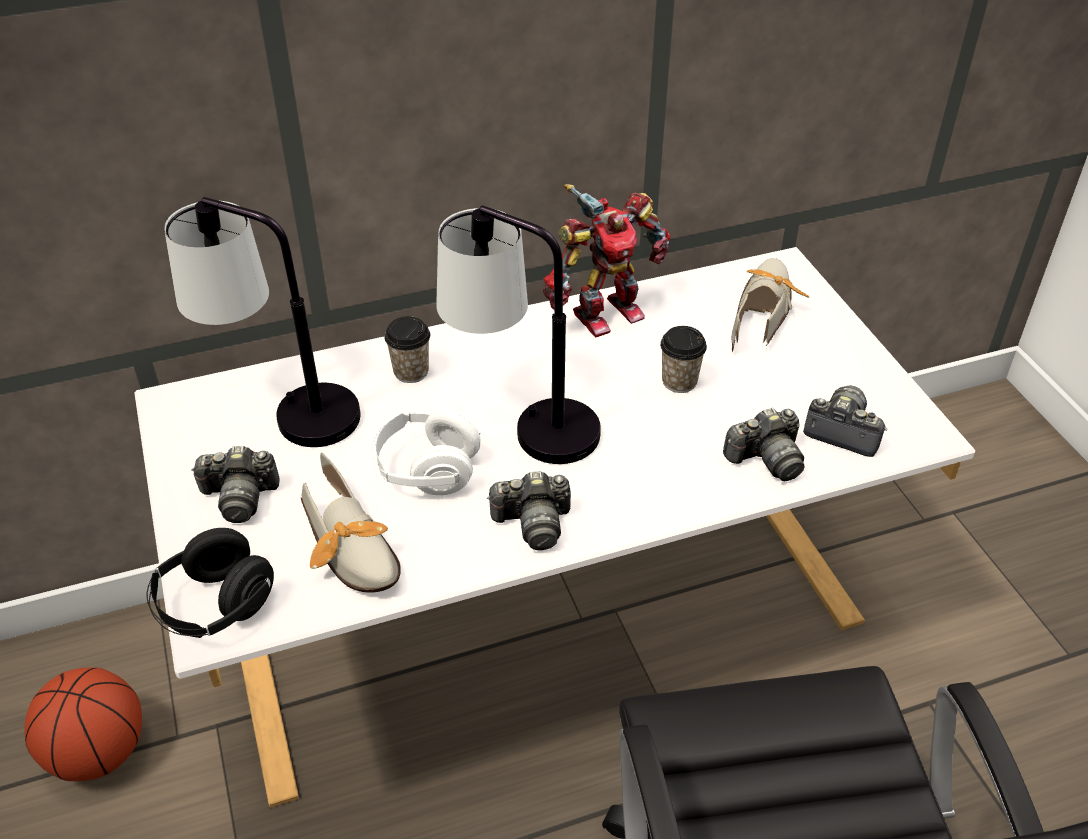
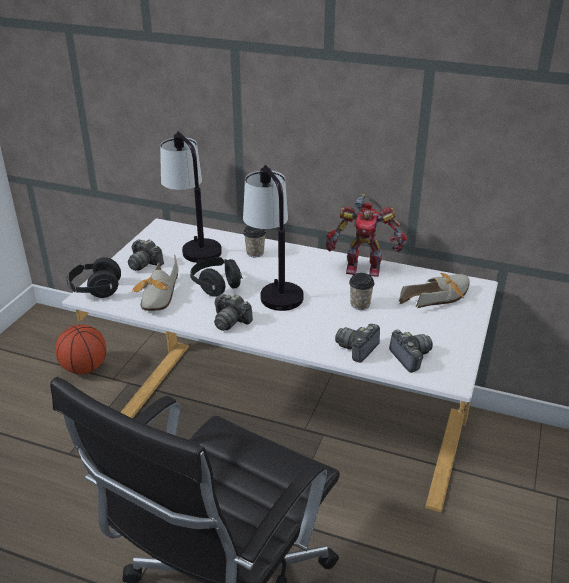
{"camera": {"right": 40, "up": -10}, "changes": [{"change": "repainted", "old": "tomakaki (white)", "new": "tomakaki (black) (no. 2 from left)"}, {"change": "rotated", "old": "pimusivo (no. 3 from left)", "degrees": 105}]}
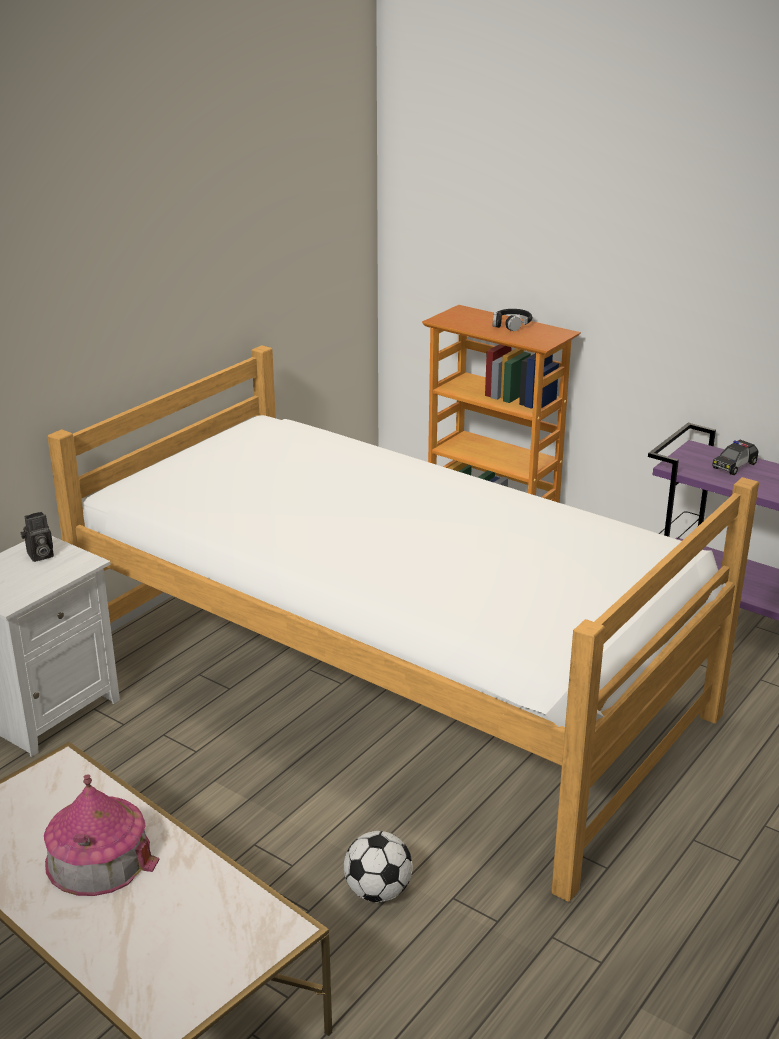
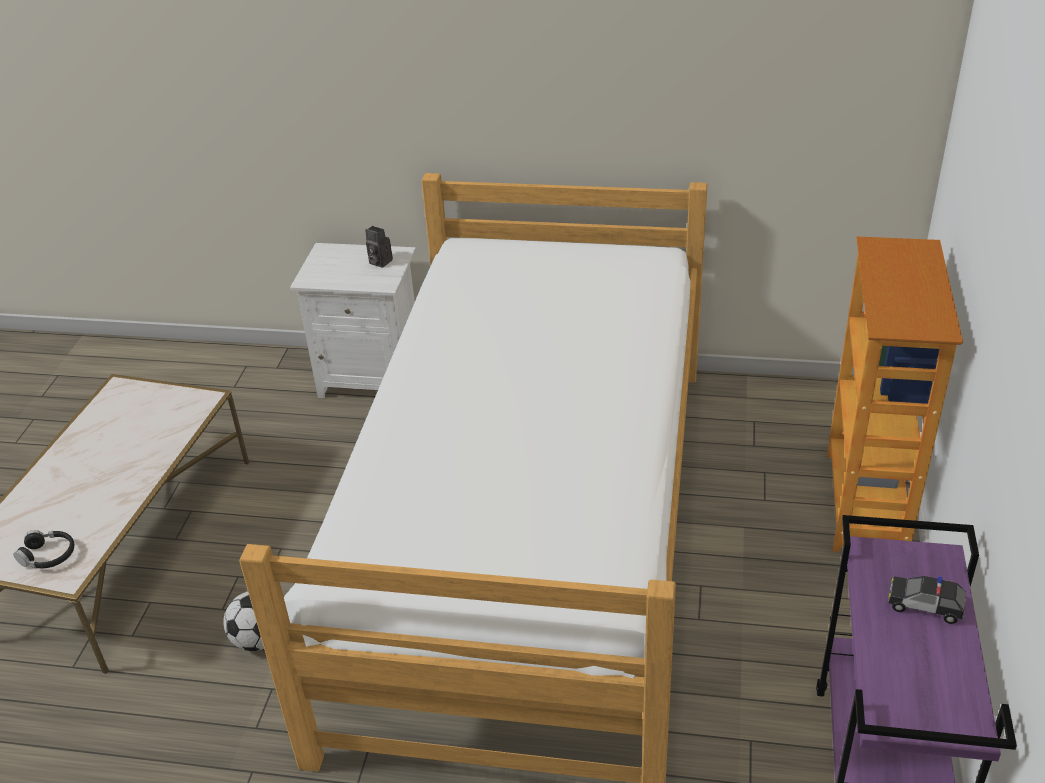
{"camera": {"right": 65, "up": 10}, "changes": [{"change": "shifted", "old": "tomakaki (black)"}, {"change": "gone", "old": "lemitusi"}]}
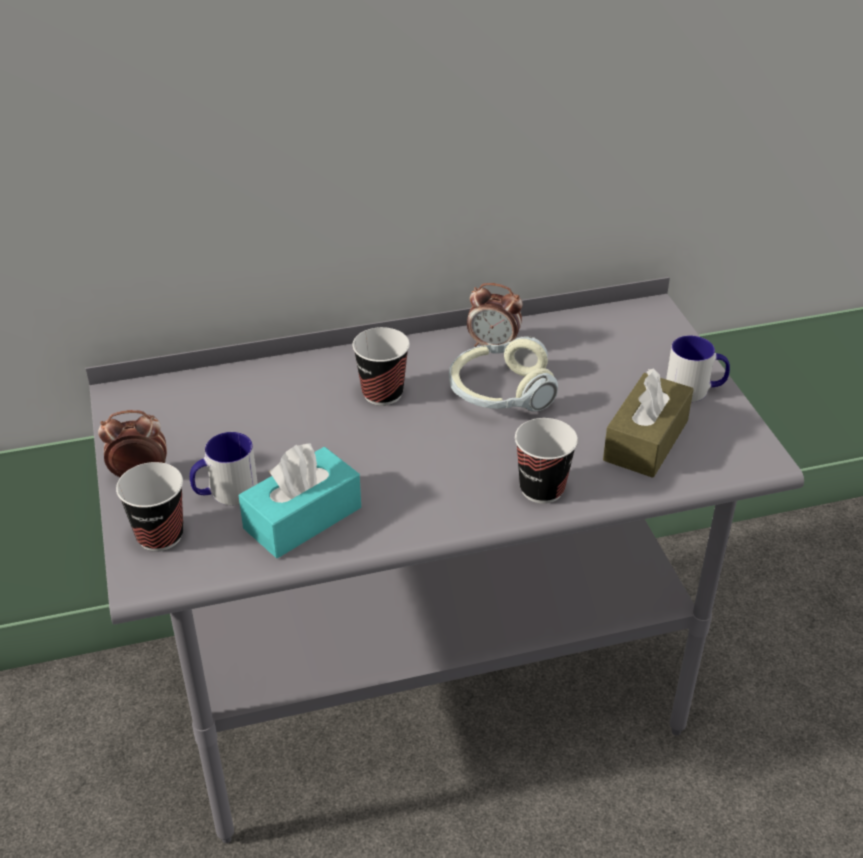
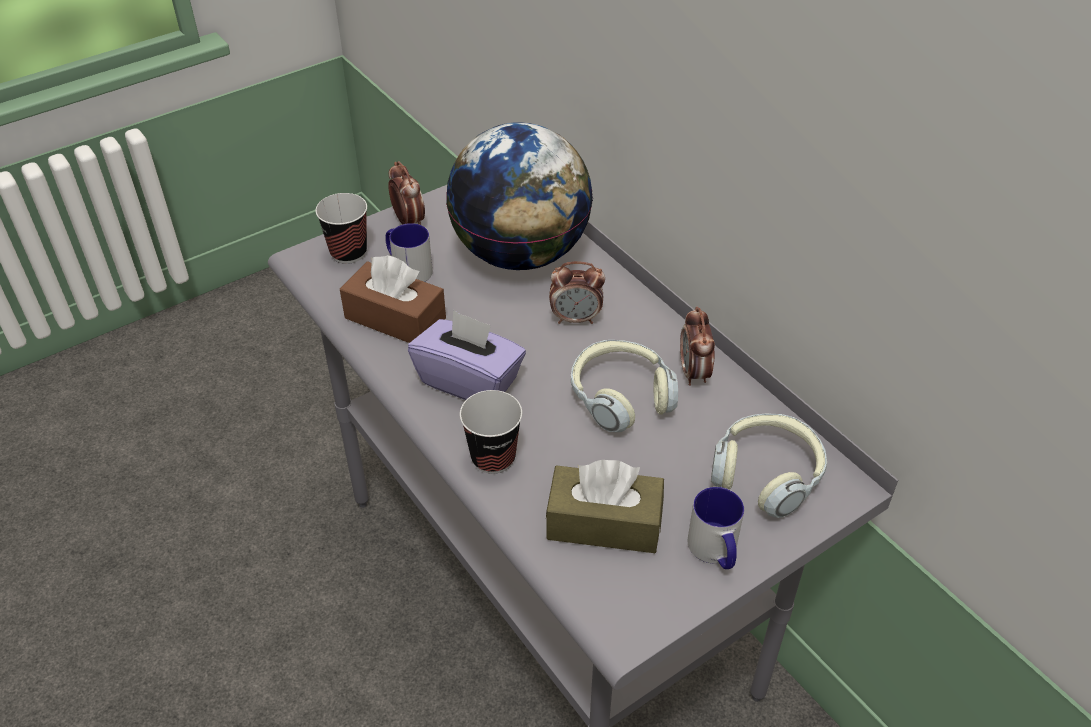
{"camera": {"right": 70, "up": 5}, "changes": [{"change": "repainted", "old": "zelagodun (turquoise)", "new": "zelagodun (brown) (no. 1 from left)"}, {"change": "new", "new": "zelagodun (purple)"}, {"change": "new", "new": "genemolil"}, {"change": "swapped", "old": "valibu (no. 2 from left)", "new": "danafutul (no. 2 from left)"}, {"change": "new", "new": "tomakaki (no. 2 from left)"}]}
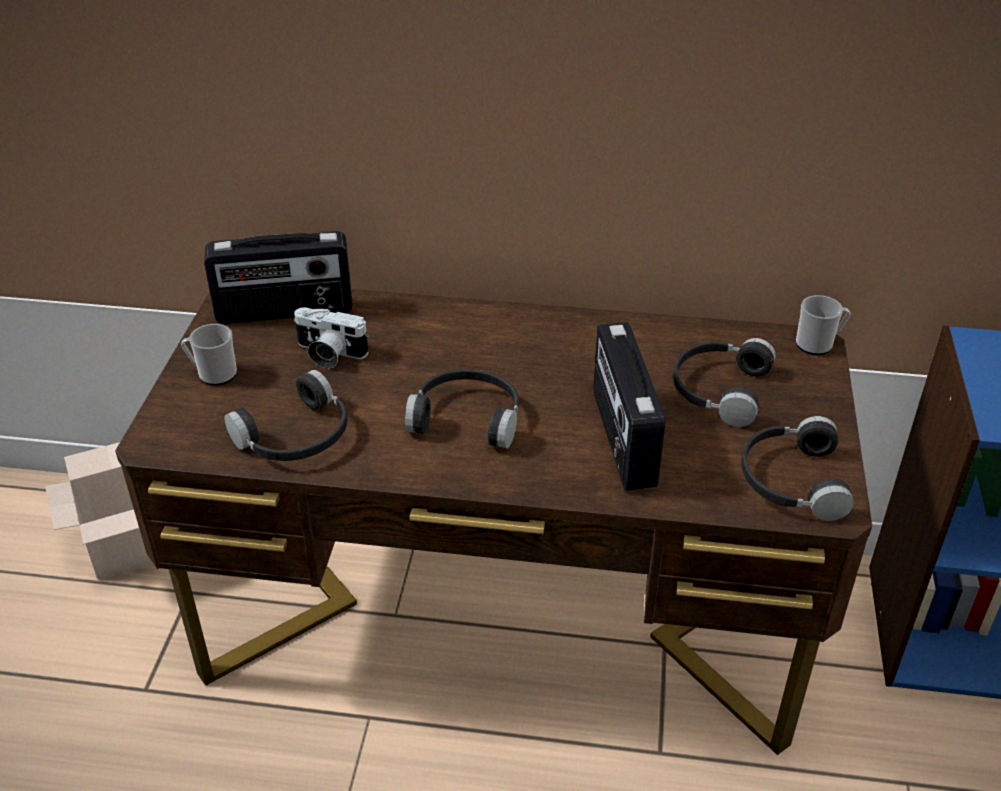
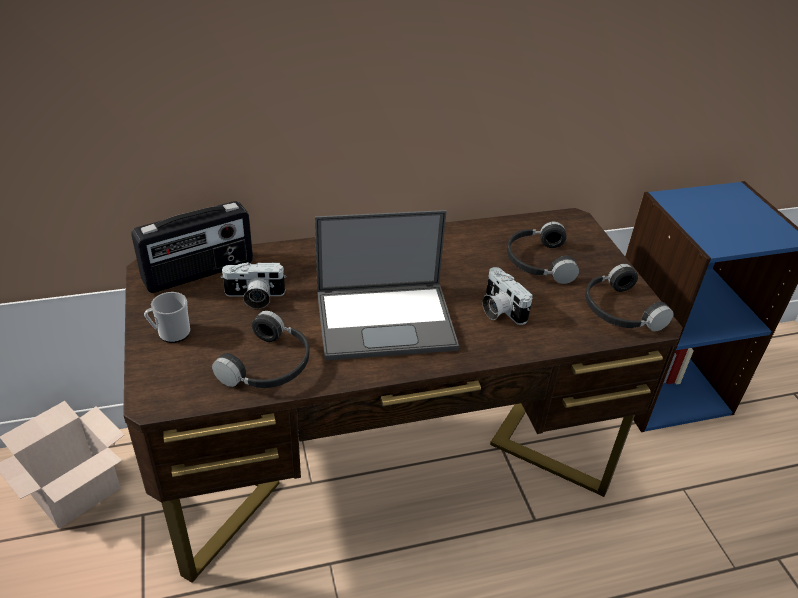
{"camera": {"right": -25, "up": 0}, "changes": [{"change": "swapped", "old": "tomakaki (black) (no. 2 from left)", "new": "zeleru"}, {"change": "swapped", "old": "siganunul (no. 2 from left)", "new": "pimusivo (no. 2 from left)"}, {"change": "gone", "old": "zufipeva (no. 2 from left)"}]}
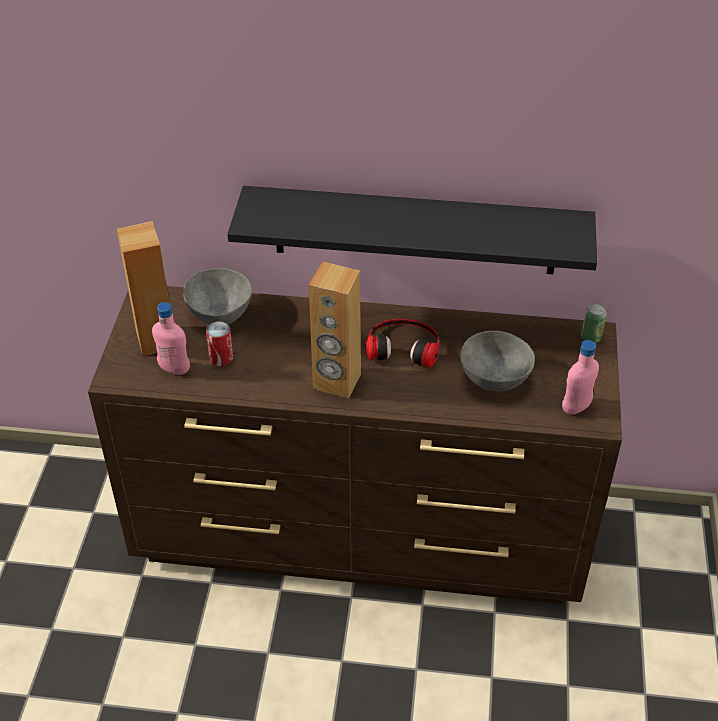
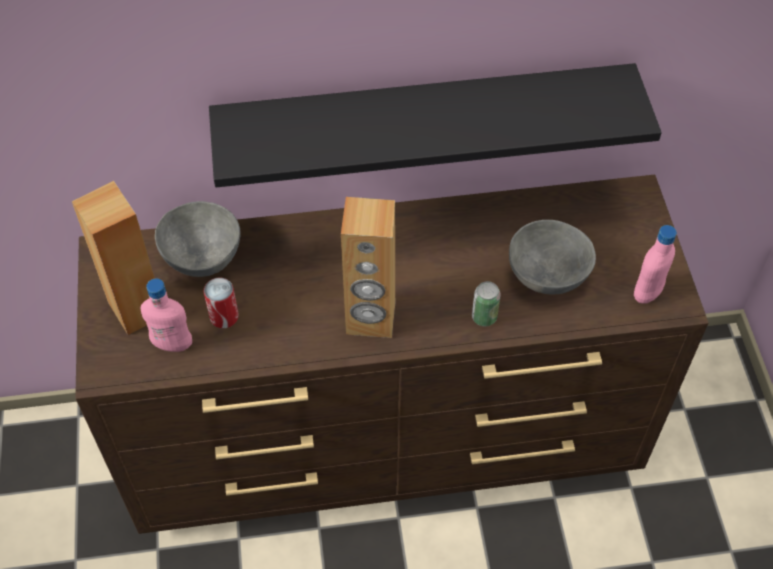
{"camera": {"right": -15, "up": 10}, "changes": [{"change": "shifted", "old": "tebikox (no. 2 from left)"}, {"change": "gone", "old": "tomakaki"}]}
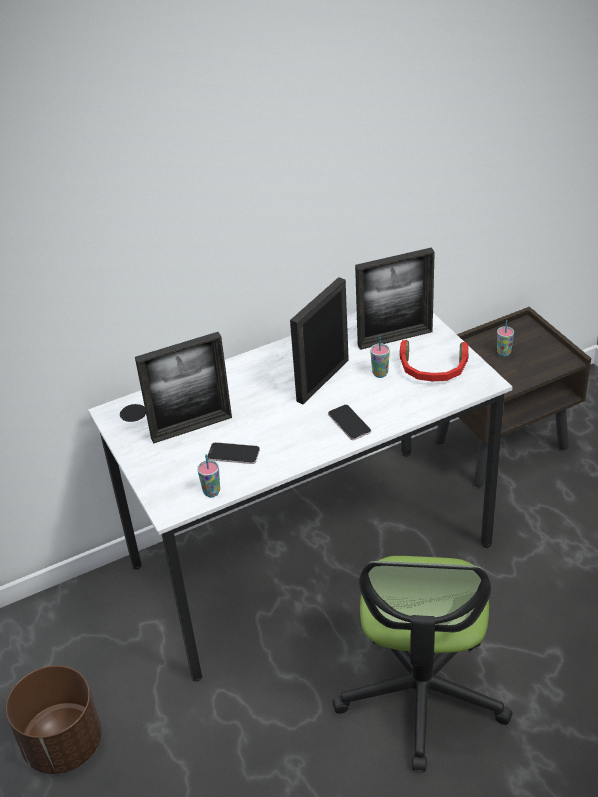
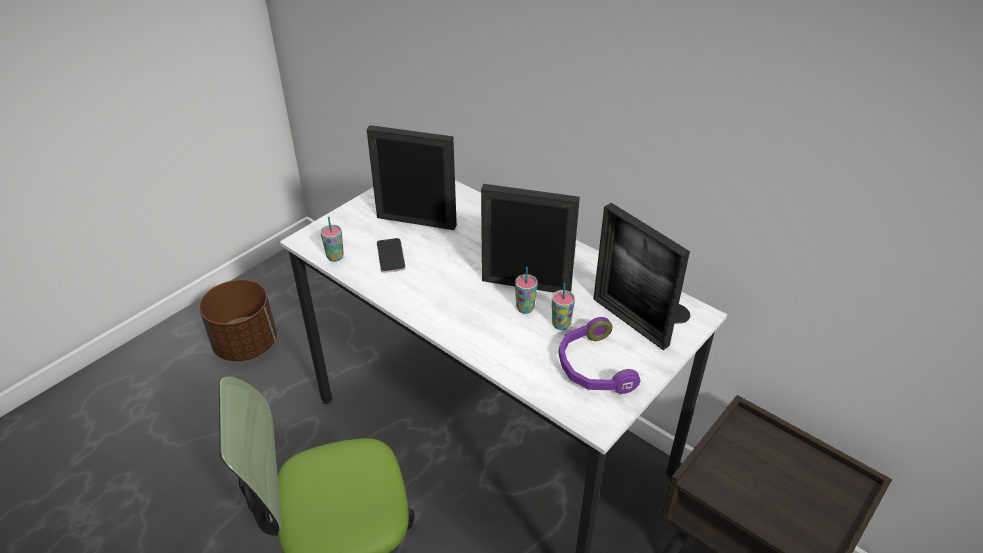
{"camera": {"right": 65, "up": 0}, "changes": [{"change": "rotated", "old": "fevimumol (no. 1 from left)", "degrees": 150}, {"change": "shifted", "old": "valibu (no. 3 from left in the first image)", "new": "valibu (no. 2 from left)"}, {"change": "repainted", "old": "tomakaki (red)", "new": "tomakaki (purple)"}, {"change": "gone", "old": "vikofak (no. 2 from left)"}]}
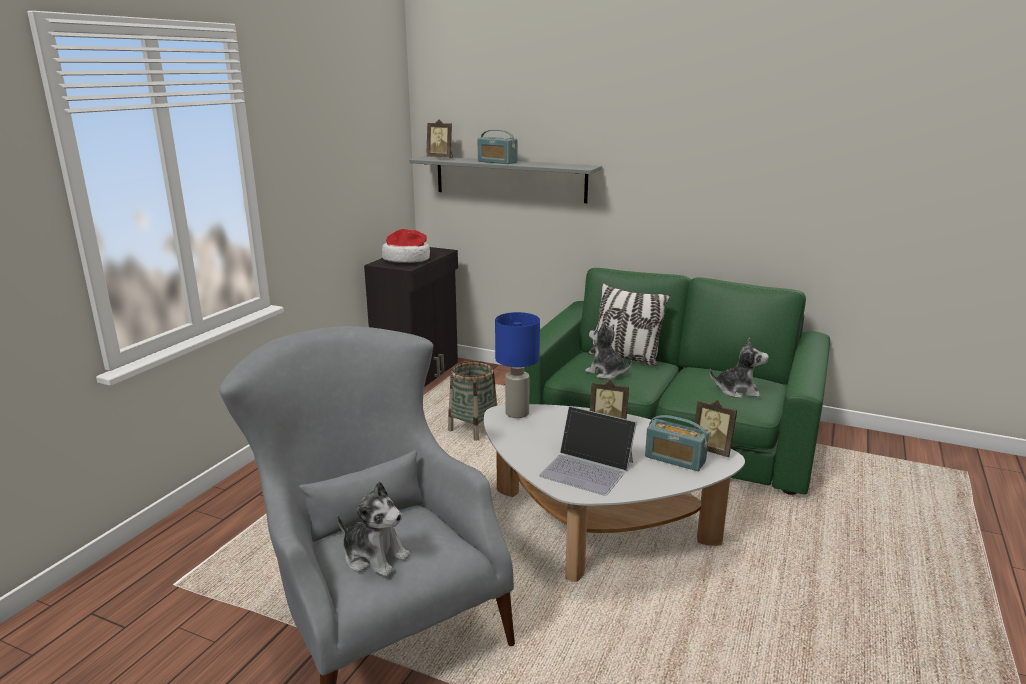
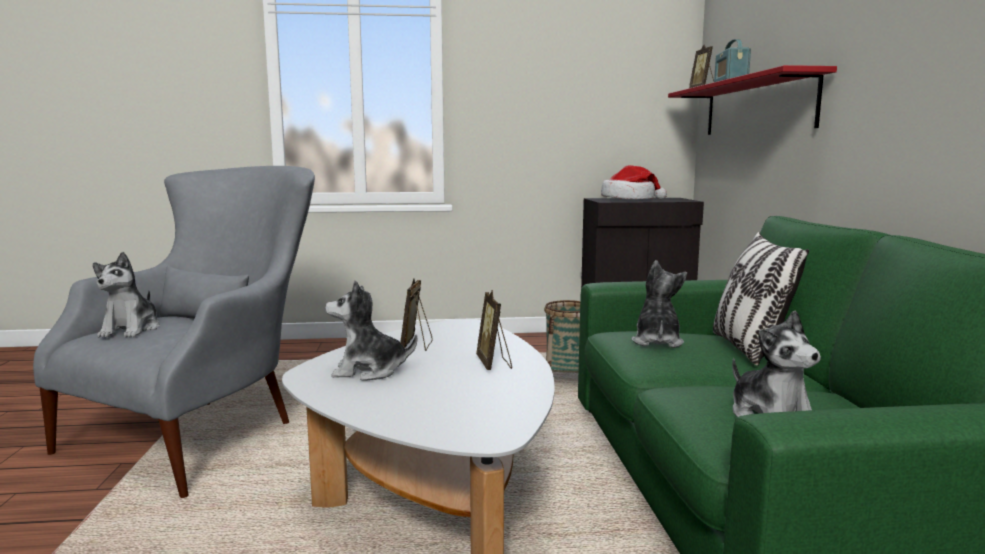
{"camera": {"right": 60, "up": -10}, "changes": [{"change": "swapped", "old": "zeleru", "new": "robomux (no. 2 from left)"}, {"change": "shifted", "old": "fevimumol (no. 3 from left in the first image)", "new": "fevimumol (no. 1 from left)"}, {"change": "repainted", "old": "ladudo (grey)", "new": "ladudo (red)"}, {"change": "gone", "old": "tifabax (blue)"}, {"change": "gone", "old": "siganunul (no. 2 from left)"}]}
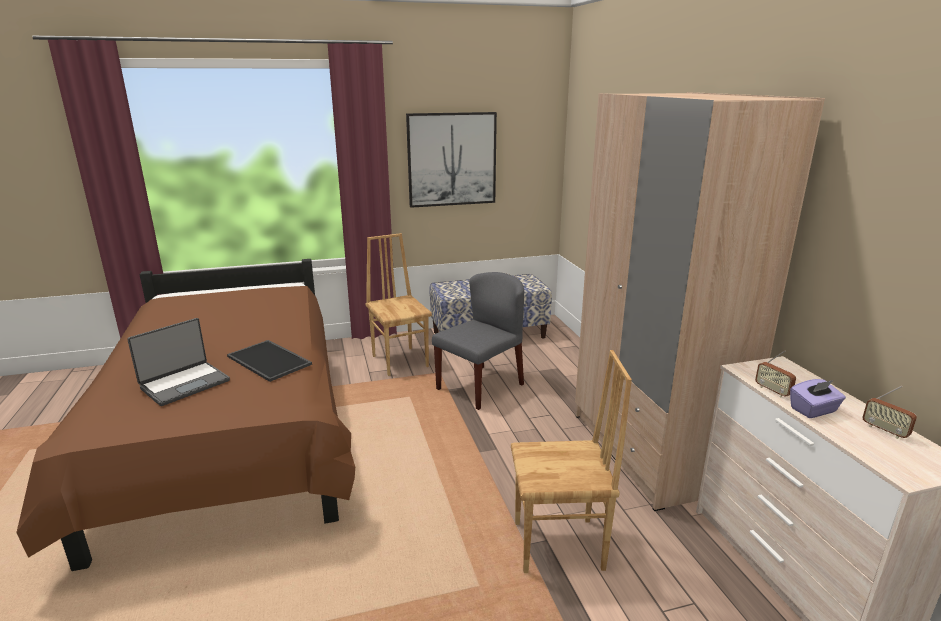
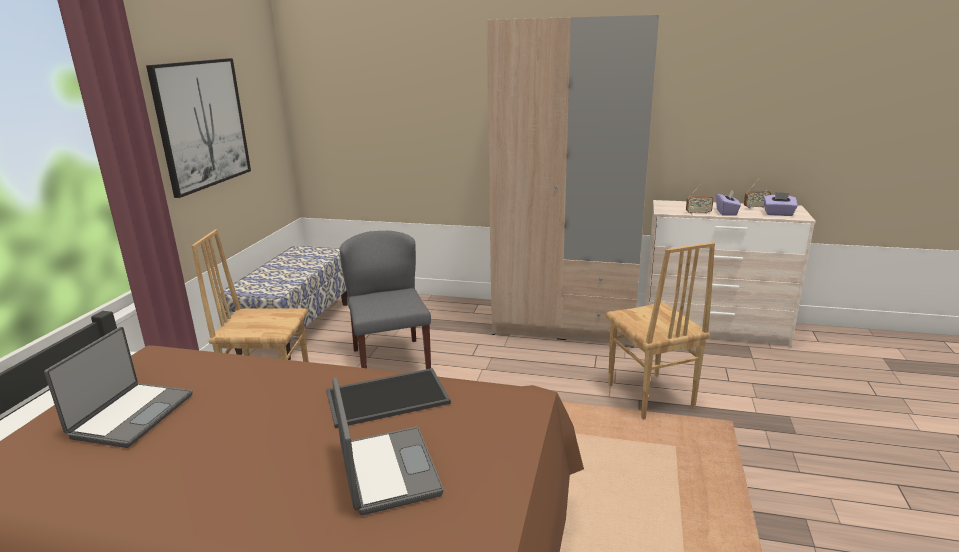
{"camera": {"right": -60, "up": 0}, "changes": [{"change": "new", "new": "zeleru (no. 1 from left)"}, {"change": "rotated", "old": "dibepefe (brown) (no. 2 from left)", "degrees": 135}, {"change": "new", "new": "zelagodun (purple) (no. 2 from left)"}]}
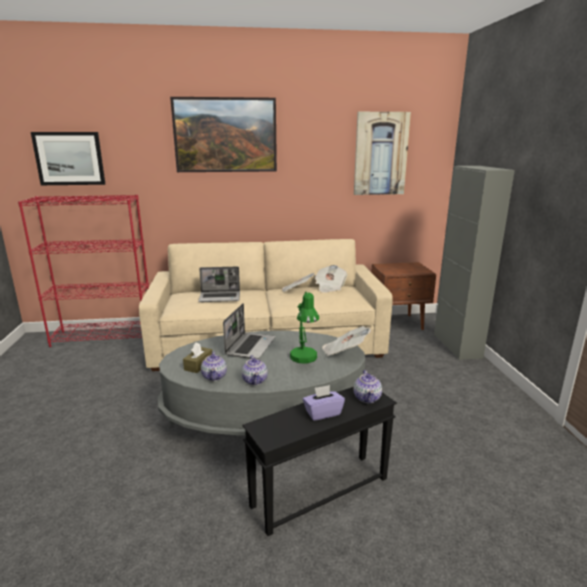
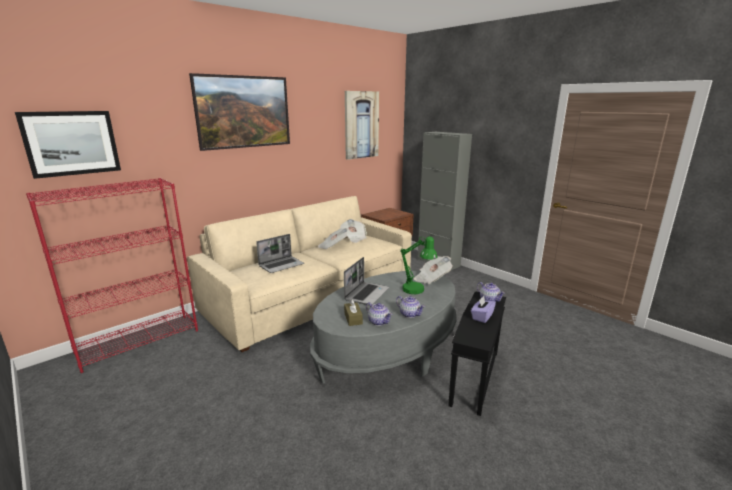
{"camera": {"right": -35, "up": 0}, "changes": [{"change": "rotated", "old": "zeleru (no. 2 from left)", "degrees": 45}]}
